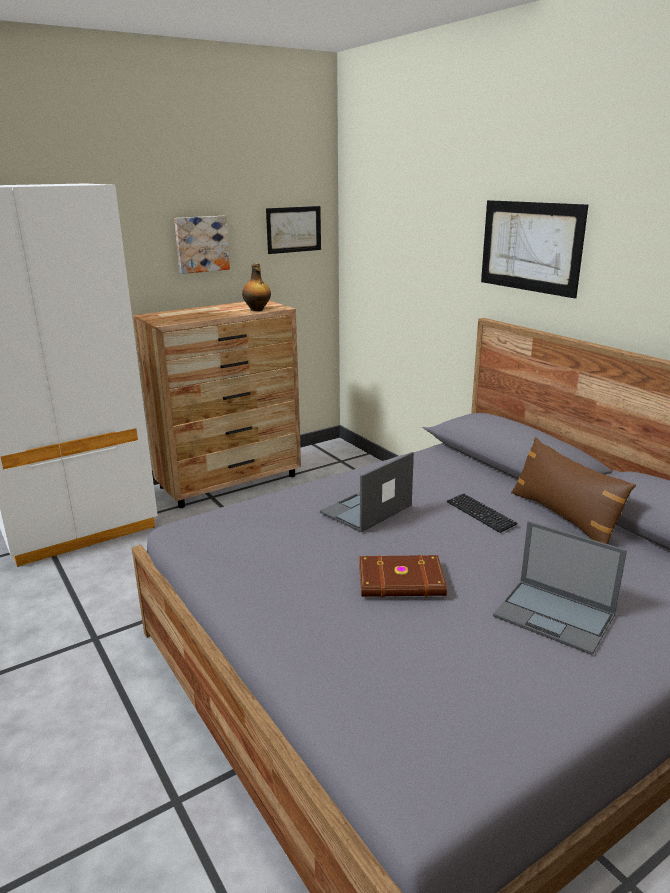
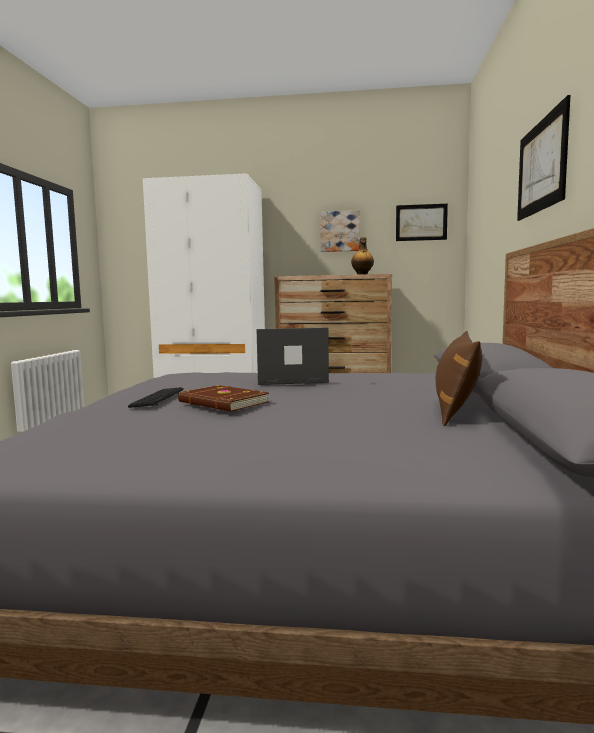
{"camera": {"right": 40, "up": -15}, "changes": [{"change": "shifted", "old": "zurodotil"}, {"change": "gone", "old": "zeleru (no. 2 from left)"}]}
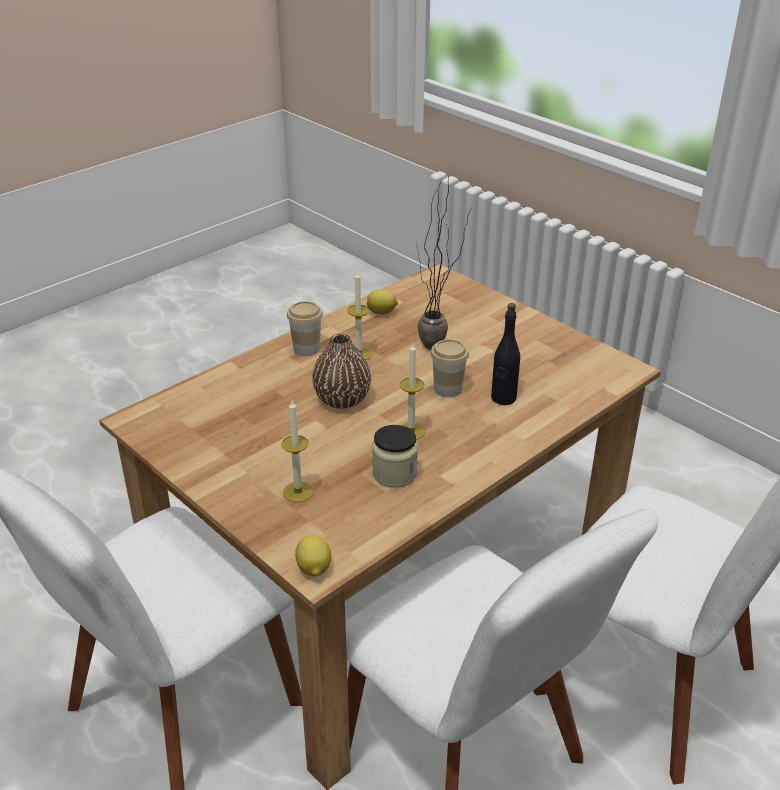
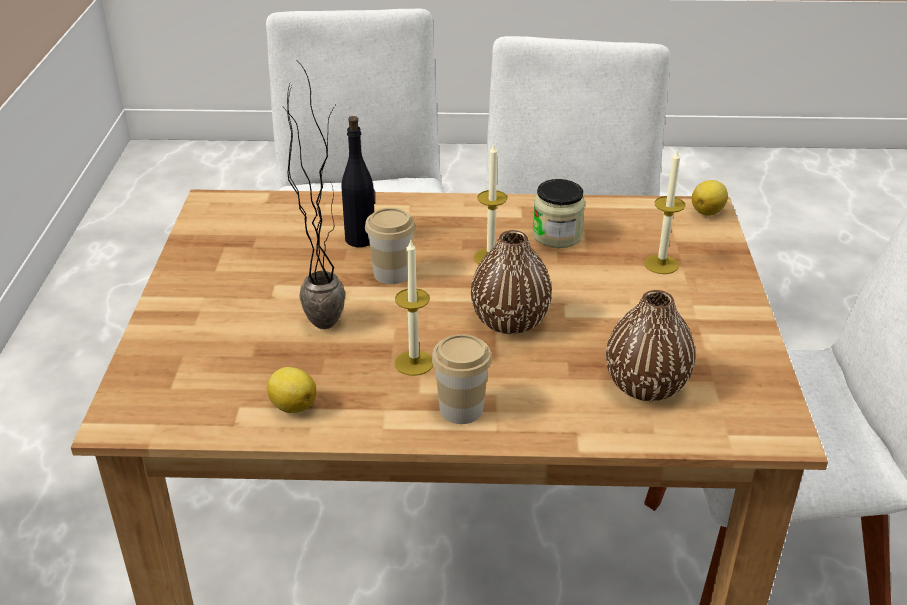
{"camera": {"right": -135, "up": 0}, "changes": [{"change": "new", "new": "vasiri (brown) (no. 2 from left)"}]}
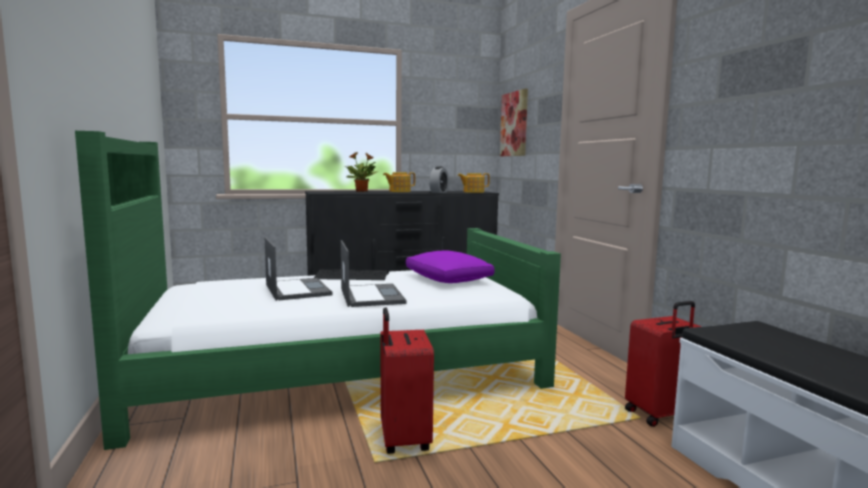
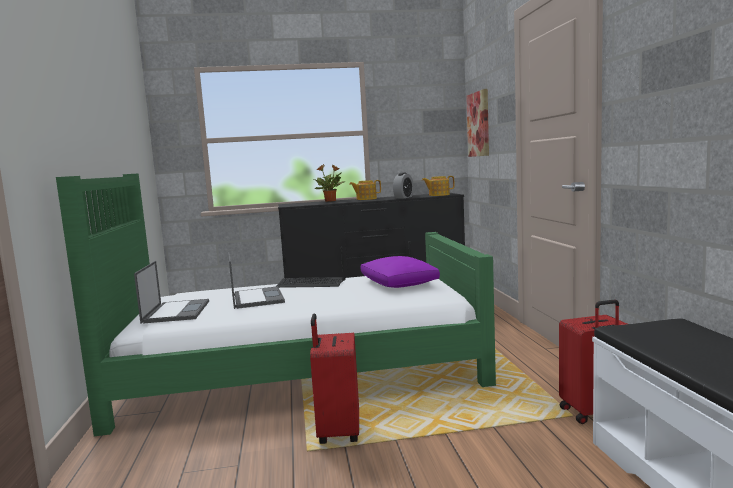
{"camera": {"right": 10, "up": 0}, "changes": [{"change": "shifted", "old": "zeleru (no. 2 from left in the first image)", "new": "zeleru (no. 1 from left)"}]}
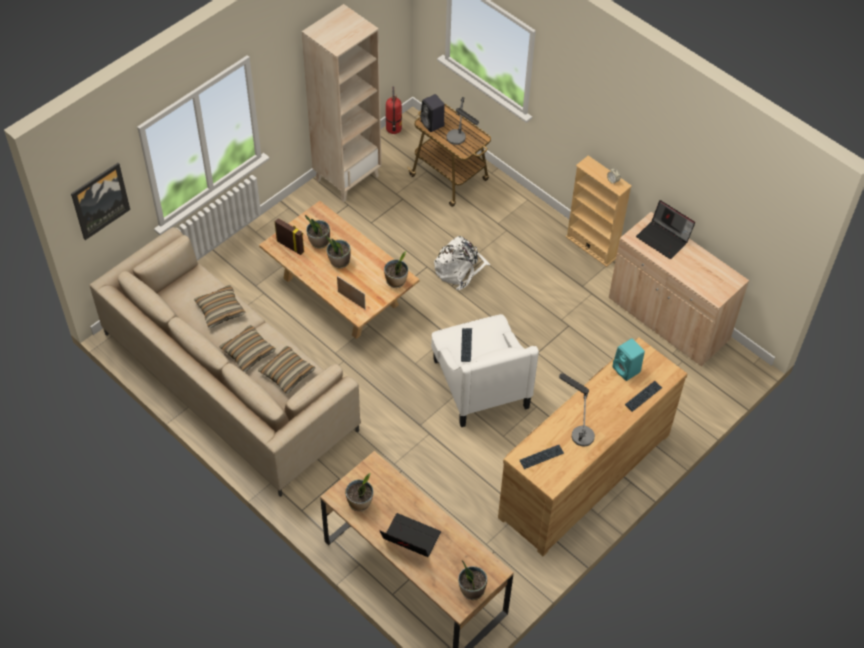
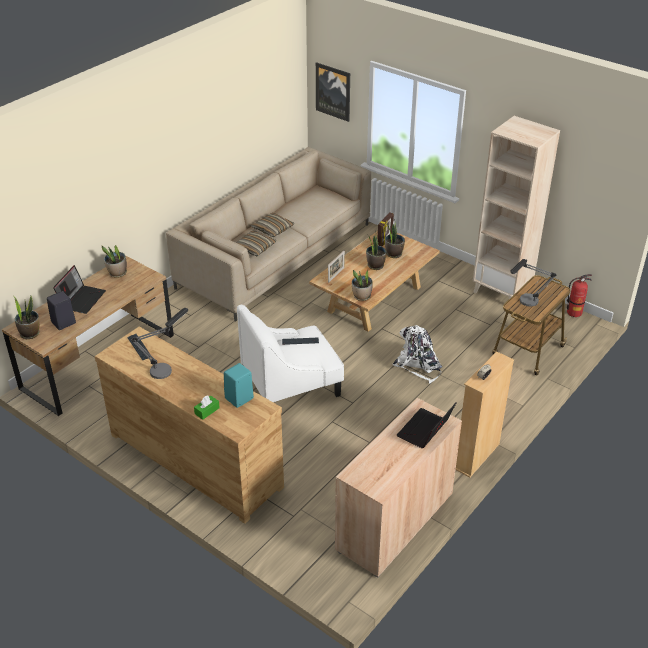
{"camera": {"right": 85, "up": -15}, "changes": [{"change": "shifted", "old": "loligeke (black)"}, {"change": "swapped", "old": "zurodotil (no. 3 from left)", "new": "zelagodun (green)"}, {"change": "gone", "old": "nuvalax (no. 1 from left)"}]}
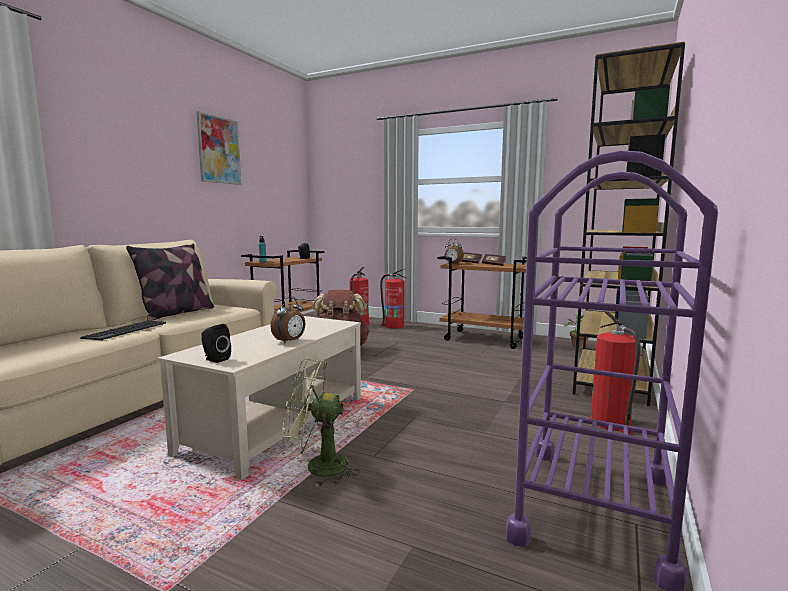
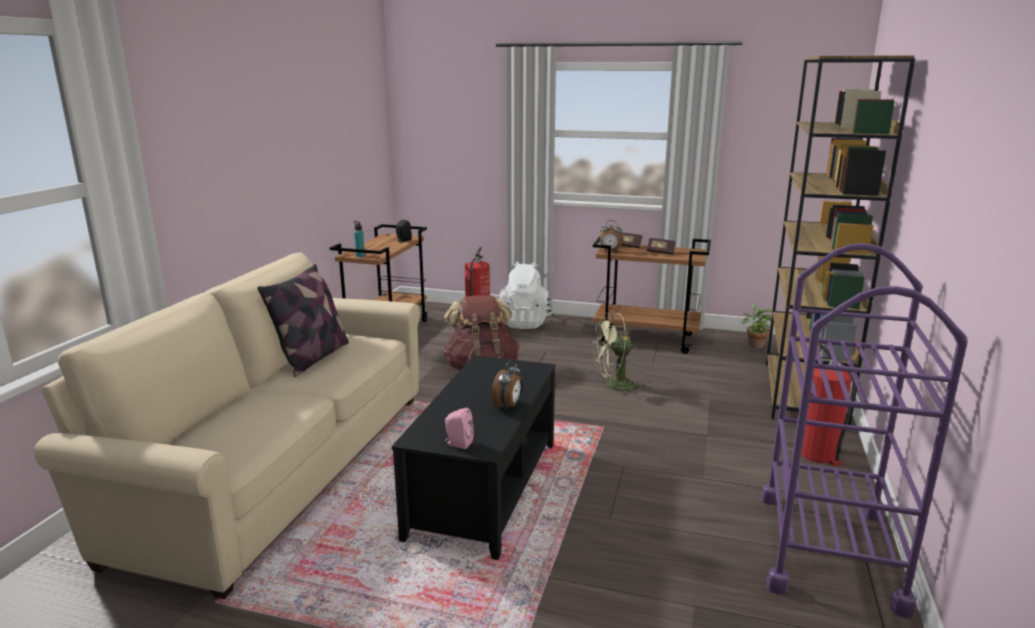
{"camera": {"right": -10, "up": 10}, "changes": [{"change": "repainted", "old": "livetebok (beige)", "new": "livetebok (black)"}, {"change": "repainted", "old": "loligeke (black) (no. 1 from left)", "new": "loligeke (pink)"}, {"change": "swapped", "old": "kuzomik (no. 2 from left)", "new": "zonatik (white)"}, {"change": "shifted", "old": "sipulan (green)"}, {"change": "gone", "old": "zurodotil"}, {"change": "gone", "old": "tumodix"}]}
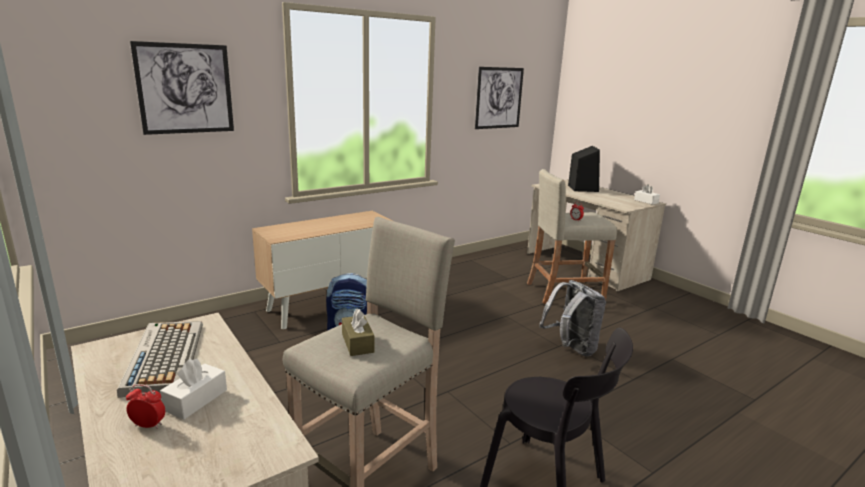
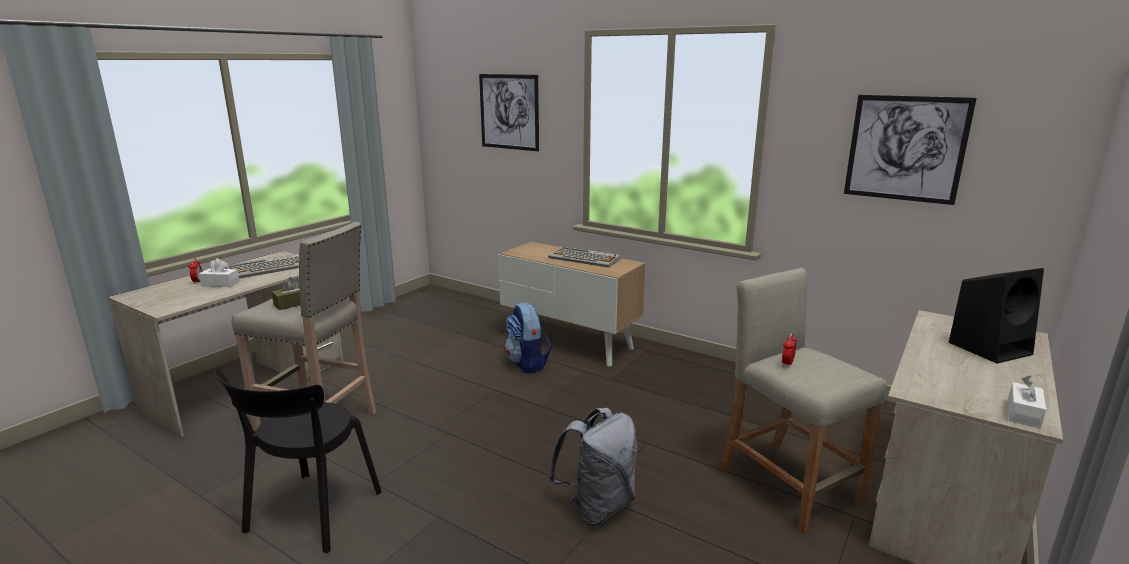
{"camera": {"right": 70, "up": 0}, "changes": [{"change": "new", "new": "zurodotil (no. 2 from left)"}]}
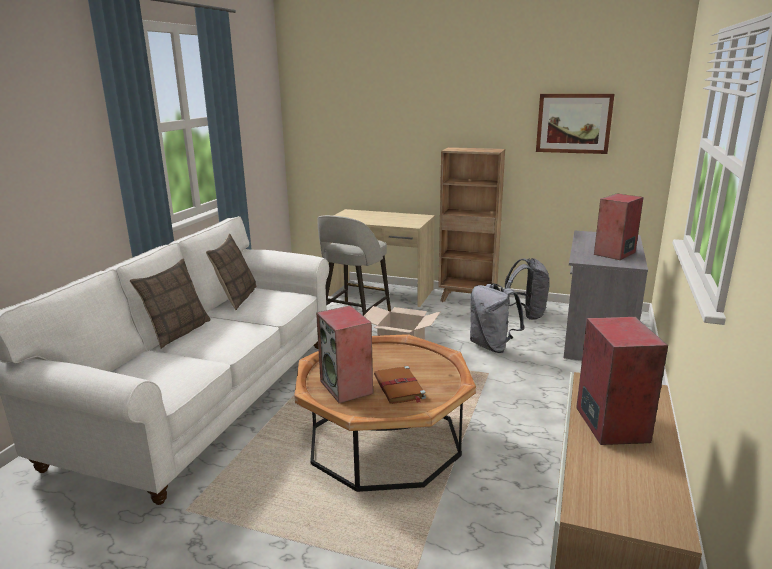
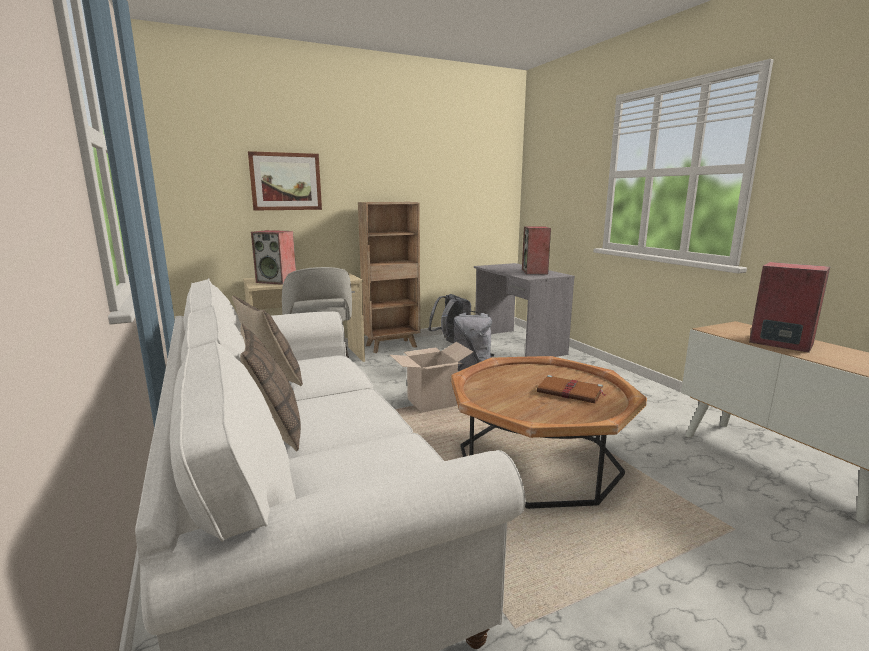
{"camera": {"right": -45, "up": -5}, "changes": [{"change": "shifted", "old": "tumodix"}, {"change": "shifted", "old": "loligeke (no. 1 from left)"}]}
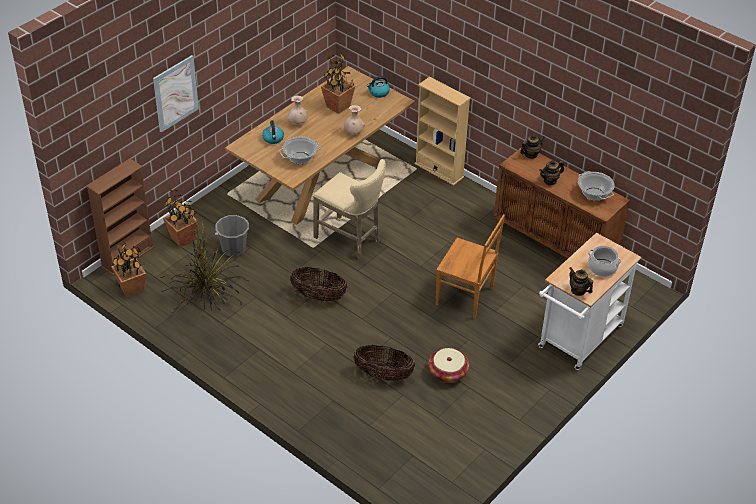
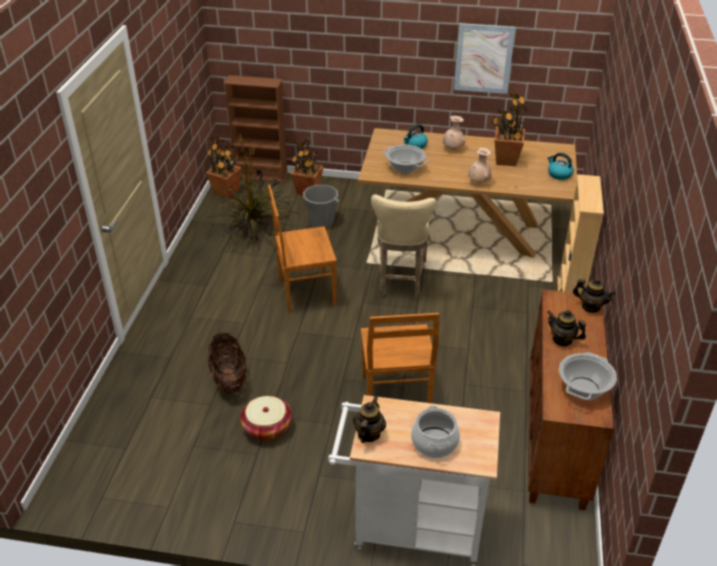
{"camera": {"right": 60, "up": -5}, "changes": [{"change": "swapped", "old": "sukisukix (no. 1 from left)", "new": "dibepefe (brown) (no. 1 from left)"}, {"change": "shifted", "old": "tumodix"}]}
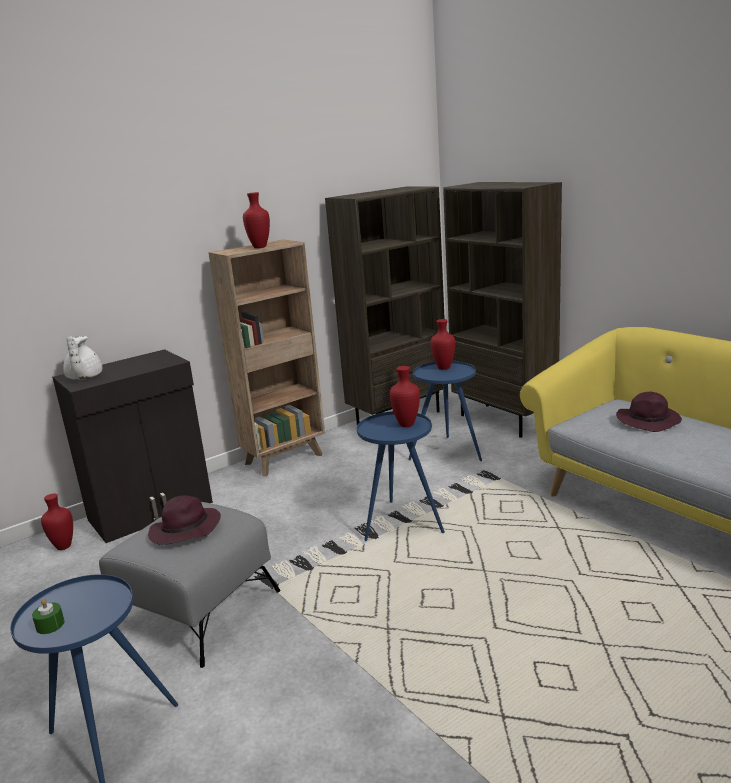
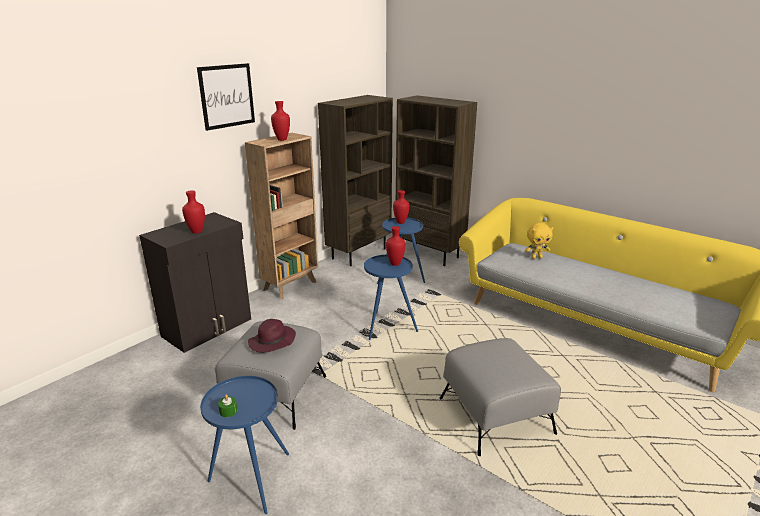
{"camera": {"right": -15, "up": 5}, "changes": [{"change": "shifted", "old": "vasiri (red) (no. 1 from left)"}, {"change": "new", "new": "tumodix"}, {"change": "new", "new": "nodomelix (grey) (no. 2 from left)"}, {"change": "swapped", "old": "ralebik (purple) (no. 2 from left)", "new": "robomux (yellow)"}, {"change": "gone", "old": "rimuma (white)"}]}
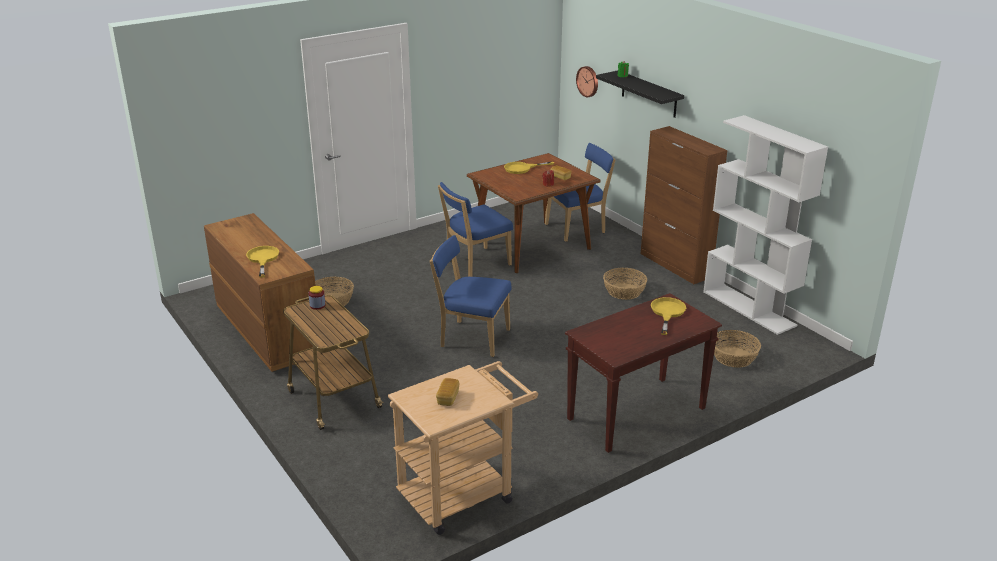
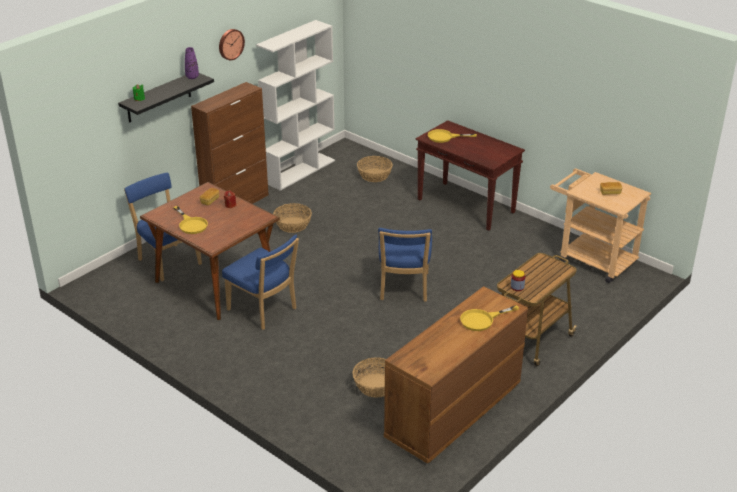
{"camera": {"right": -105, "up": 5}, "changes": [{"change": "new", "new": "vasiri (purple)"}, {"change": "shifted", "old": "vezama"}]}
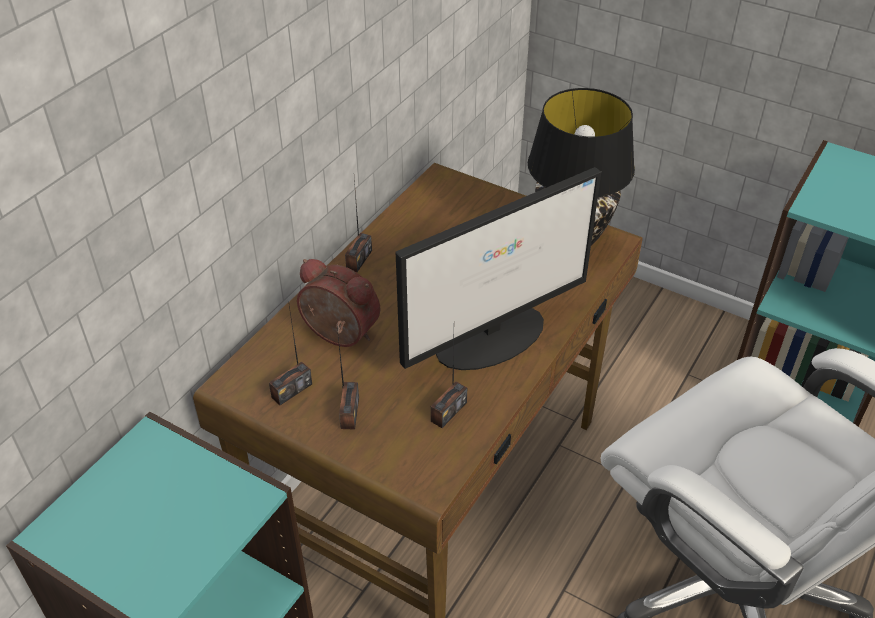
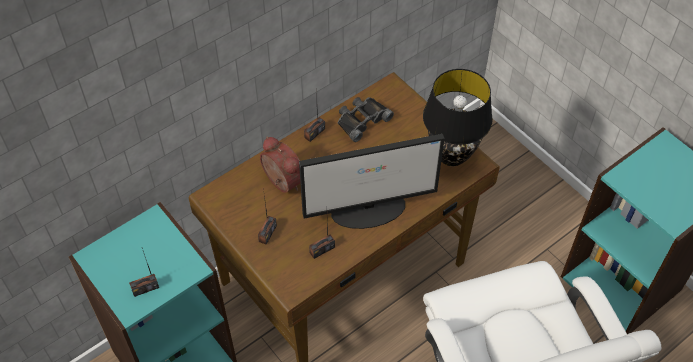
{"camera": {"right": 20, "up": 10}, "changes": [{"change": "shifted", "old": "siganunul (no. 1 from left)"}, {"change": "new", "new": "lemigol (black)"}]}
